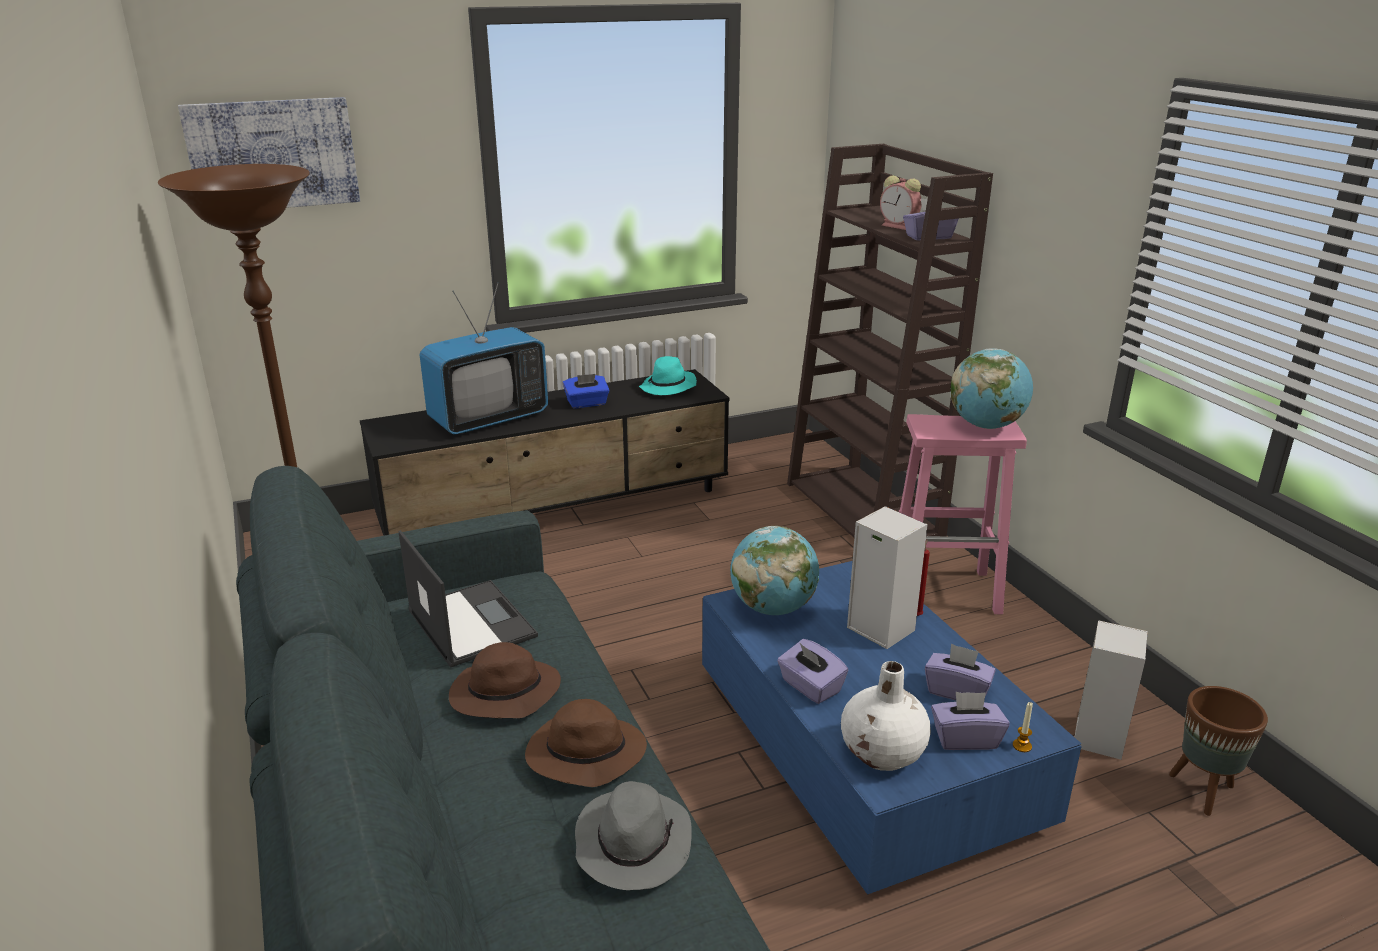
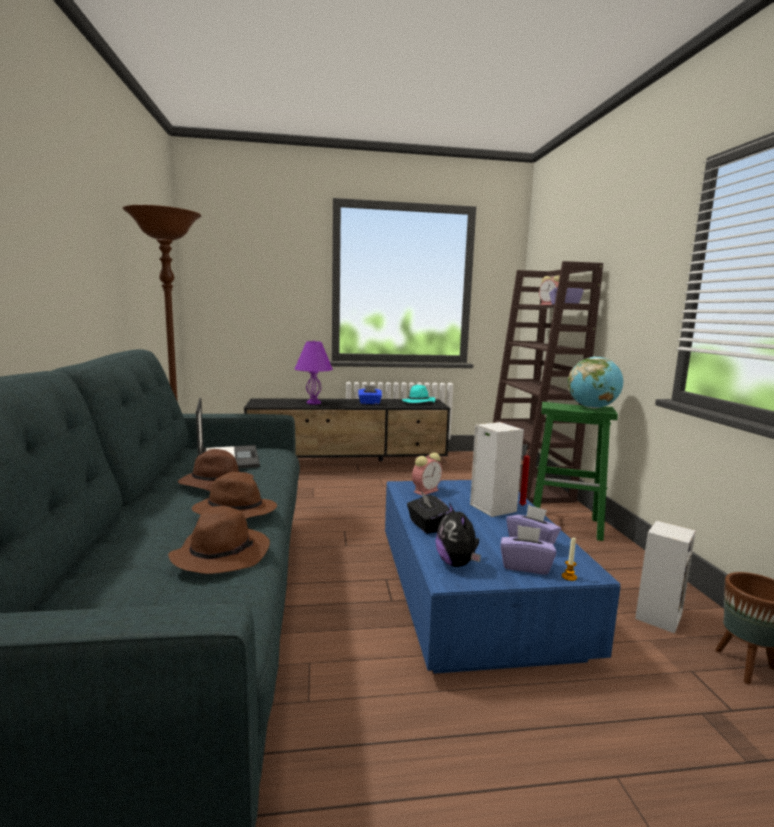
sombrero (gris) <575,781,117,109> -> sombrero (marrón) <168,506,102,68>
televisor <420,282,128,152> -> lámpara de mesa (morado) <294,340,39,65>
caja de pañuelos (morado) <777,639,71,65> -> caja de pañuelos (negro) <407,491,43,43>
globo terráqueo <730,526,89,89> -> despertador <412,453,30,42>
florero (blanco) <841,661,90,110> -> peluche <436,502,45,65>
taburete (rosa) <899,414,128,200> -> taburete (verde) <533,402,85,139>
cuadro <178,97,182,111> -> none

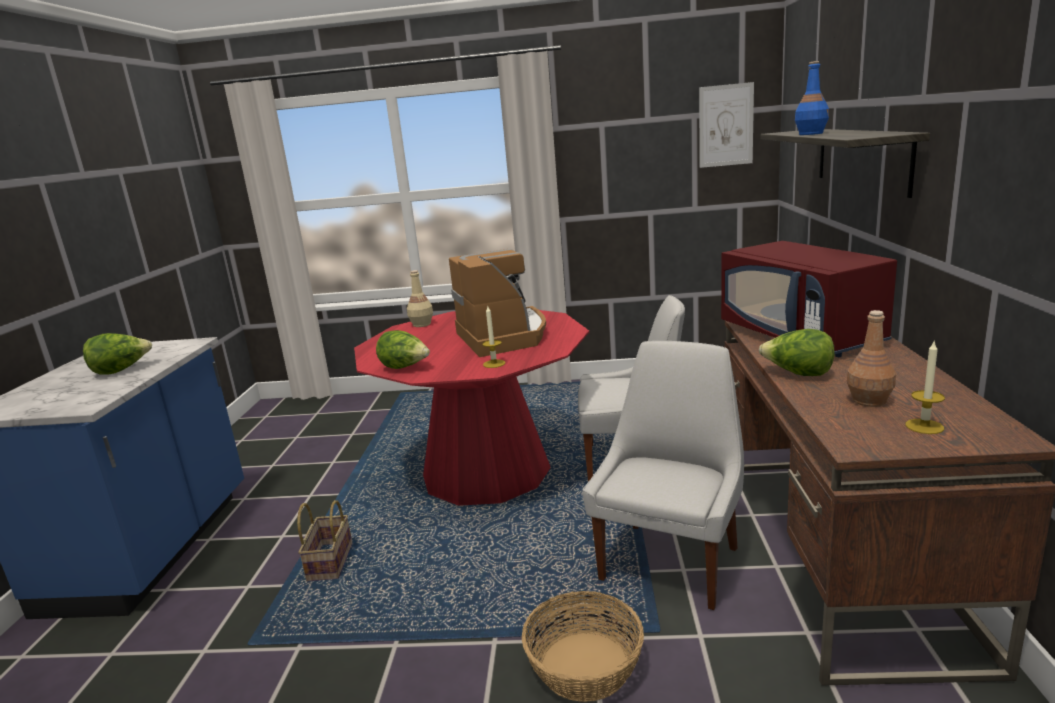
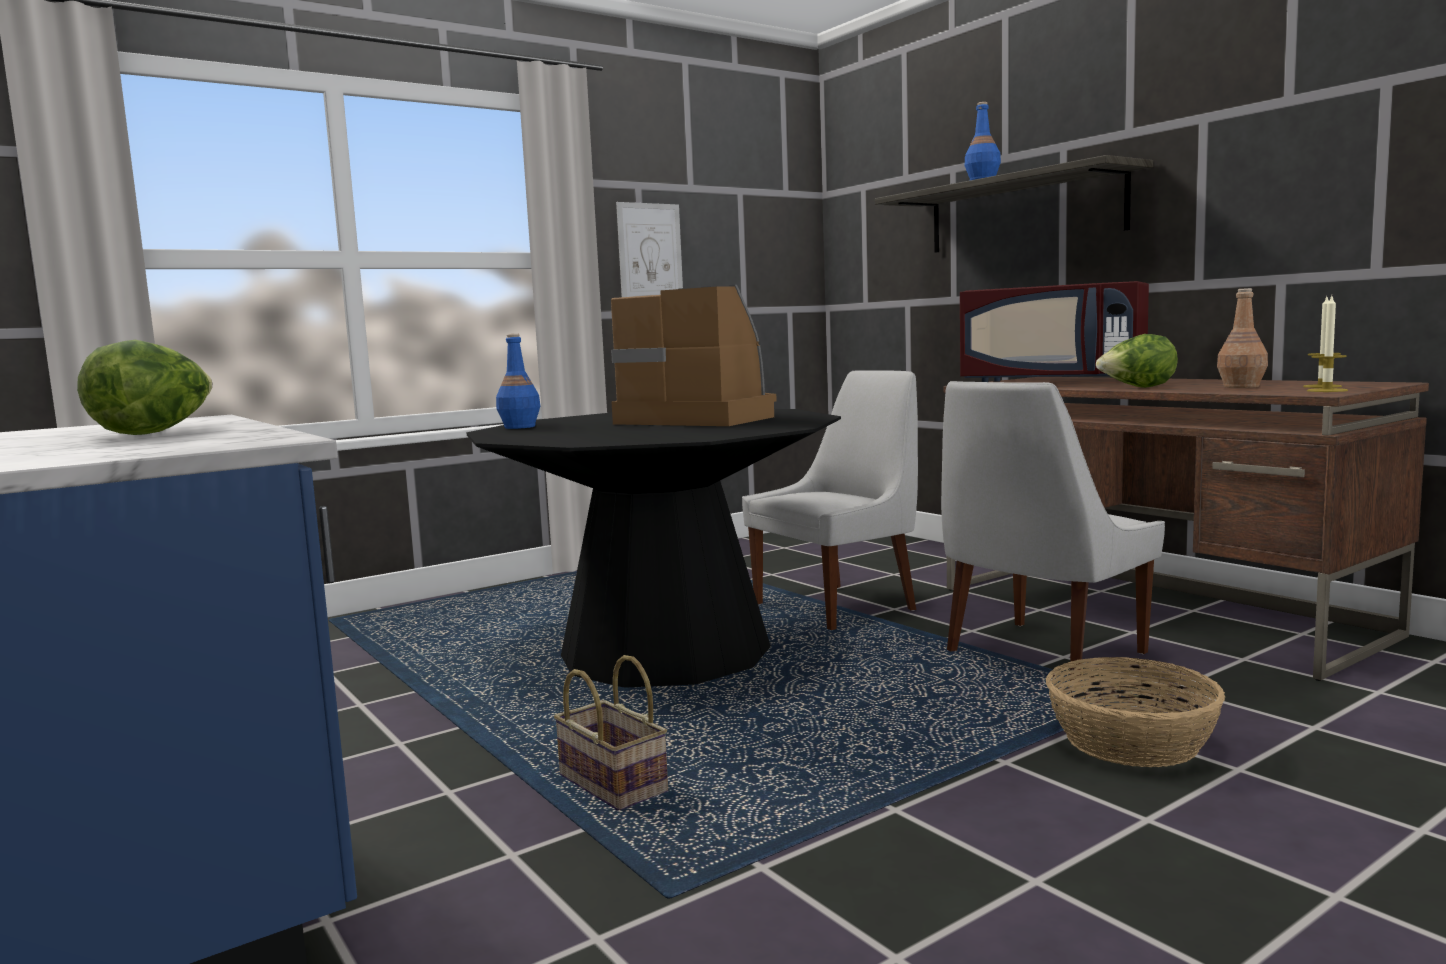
mesa de comedor (rojo) <354,310,235,196> -> mesa de comedor (negro) <466,409,375,279>
botella (beis) <407,270,26,57> -> botella (azul) <496,334,44,95>
cuadro <699,82,55,86> -> cuadro <616,202,67,95>, relocated
silla (blanco) <582,341,162,269> -> silla (blanco) <941,381,224,300>, 120 degrees counterclockwise
vela <482,306,23,62> -> vela <1307,296,41,96>, relocated
lechuga <376,330,54,39> -> none

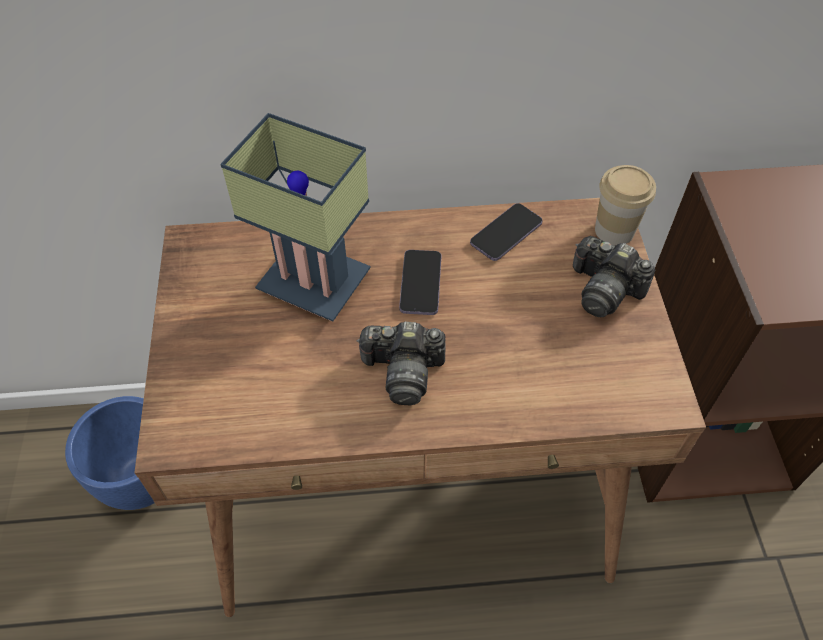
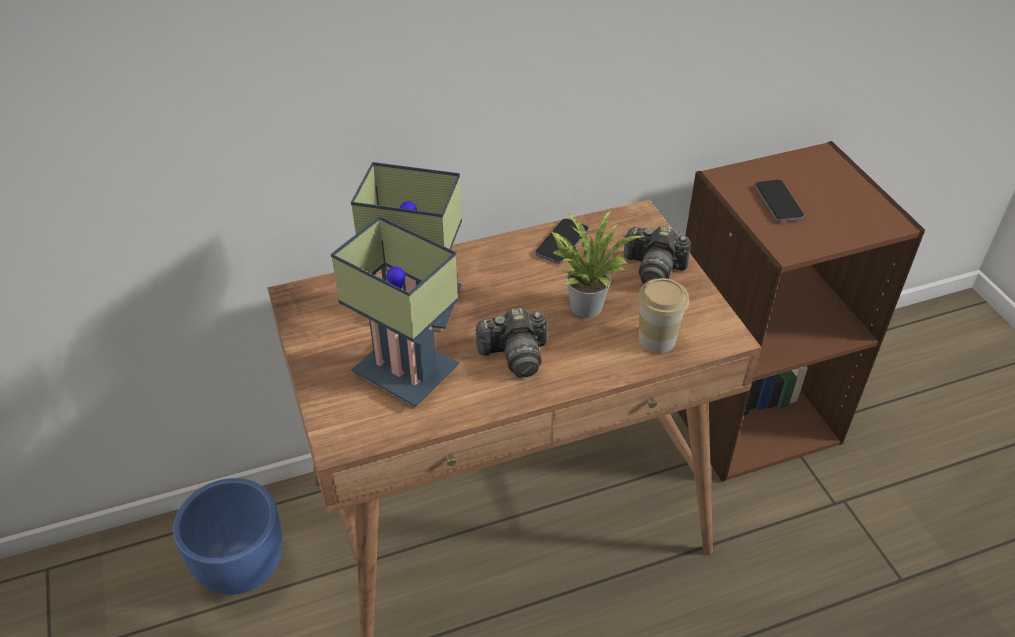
none -> lámpara de mesa <331,216,128,191>
none -> planta en maceta <552,210,92,108>
taza <595,165,61,81> -> taza <638,278,51,75>, relocated
móvil <399,250,42,65> -> móvil <755,180,49,42>, relocated

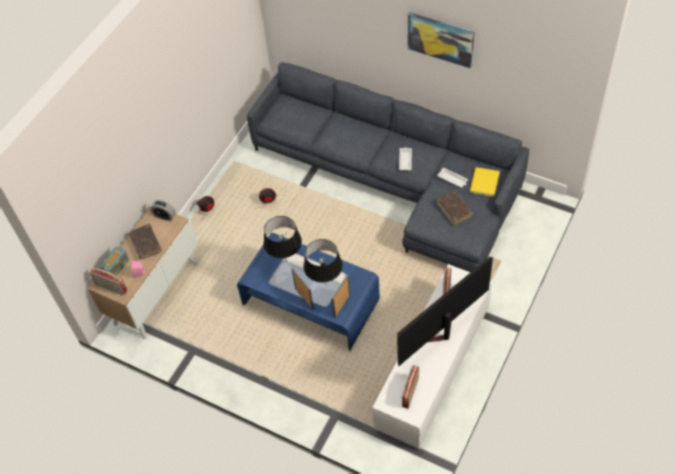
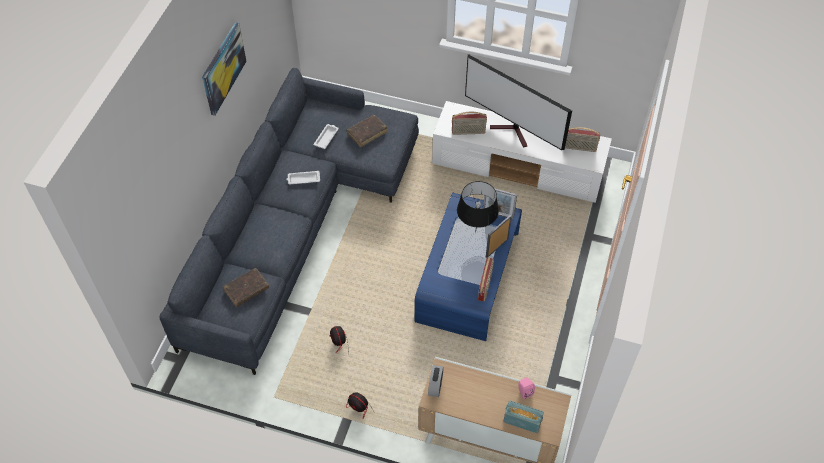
libro (marrón) <129,224,33,35> -> libro (marrón) <223,268,46,39>, relocated
radio <90,268,37,27> -> radio <478,257,16,45>, relocated
lámpara de mesa (negro) <264,216,38,43> -> none
libro (amarillo) <470,167,30,30> -> none

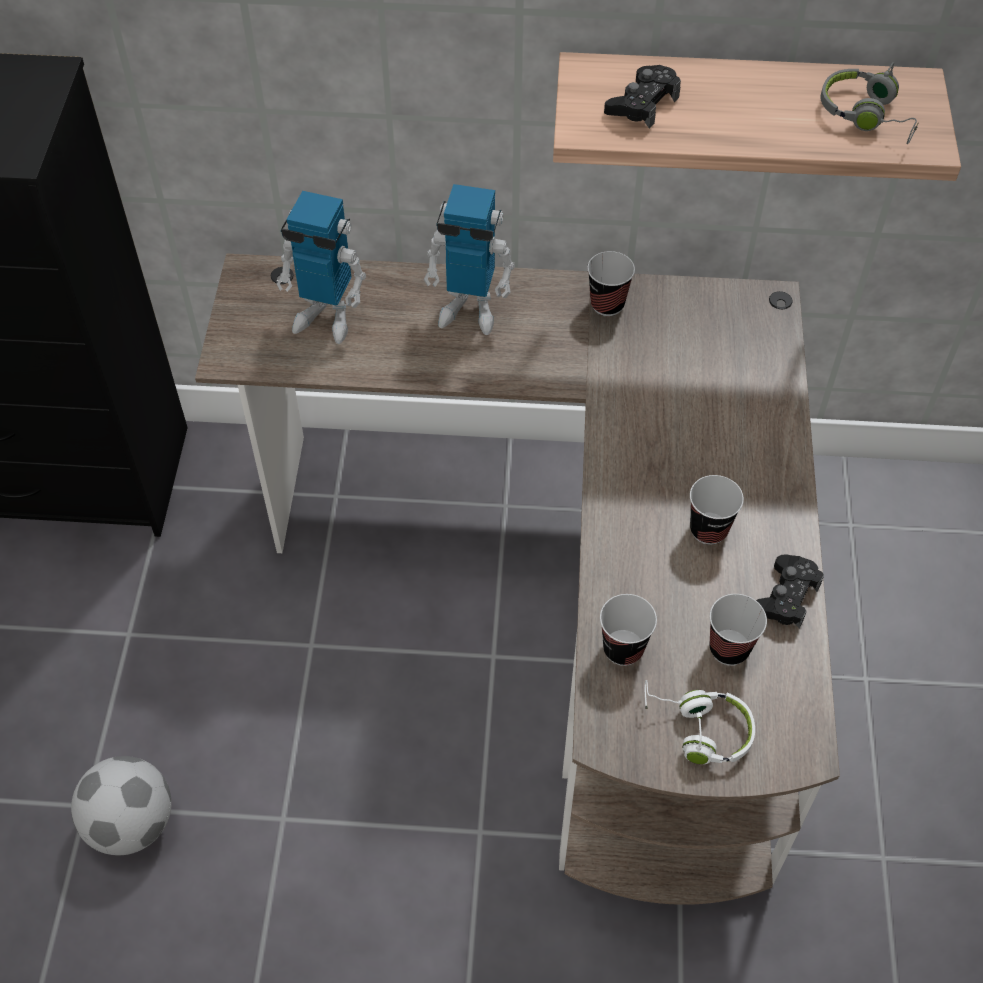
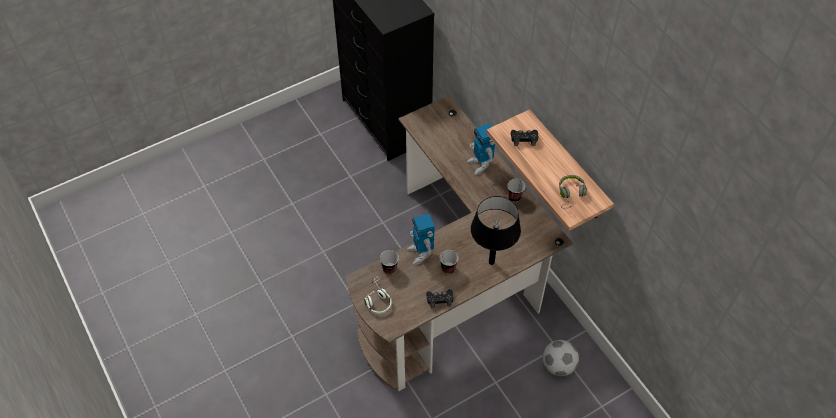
robot de juguete <277,191,89,153> -> robot de juguete <407,214,28,51>, relocated
none -> lámpara de mesa (negro) <471,196,50,69>
balón de fútbol <71,756,100,99> -> balón de fútbol <543,340,36,36>, relocated
taza <710,594,57,71> -> none

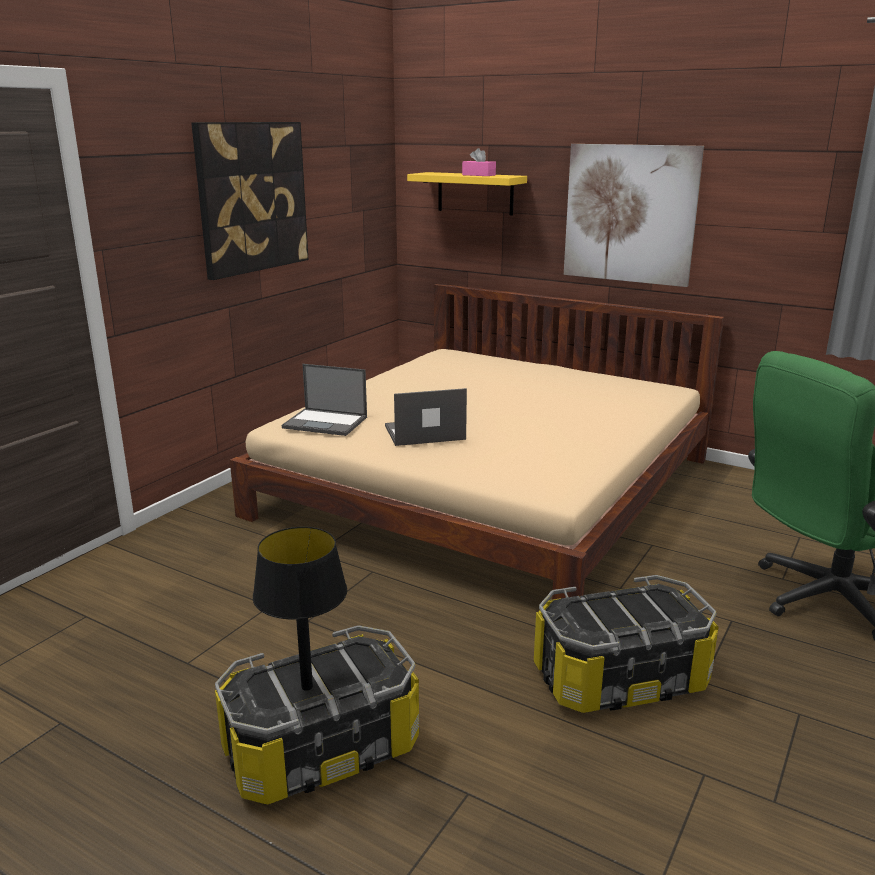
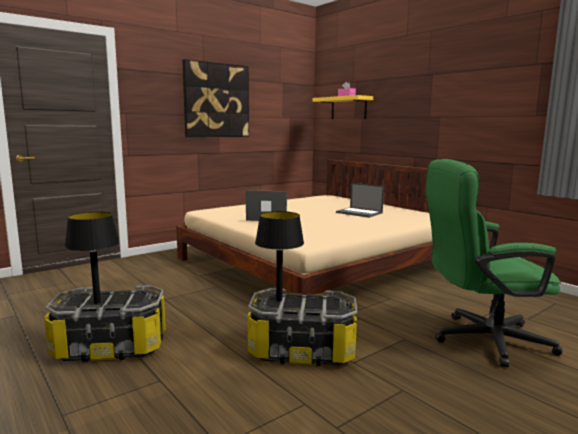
none -> lámpara de mesa (negro) <255,211,49,90>
portátil <282,364,85,72> -> portátil <336,183,48,35>, relocated
cuadro <564,144,140,143> -> none

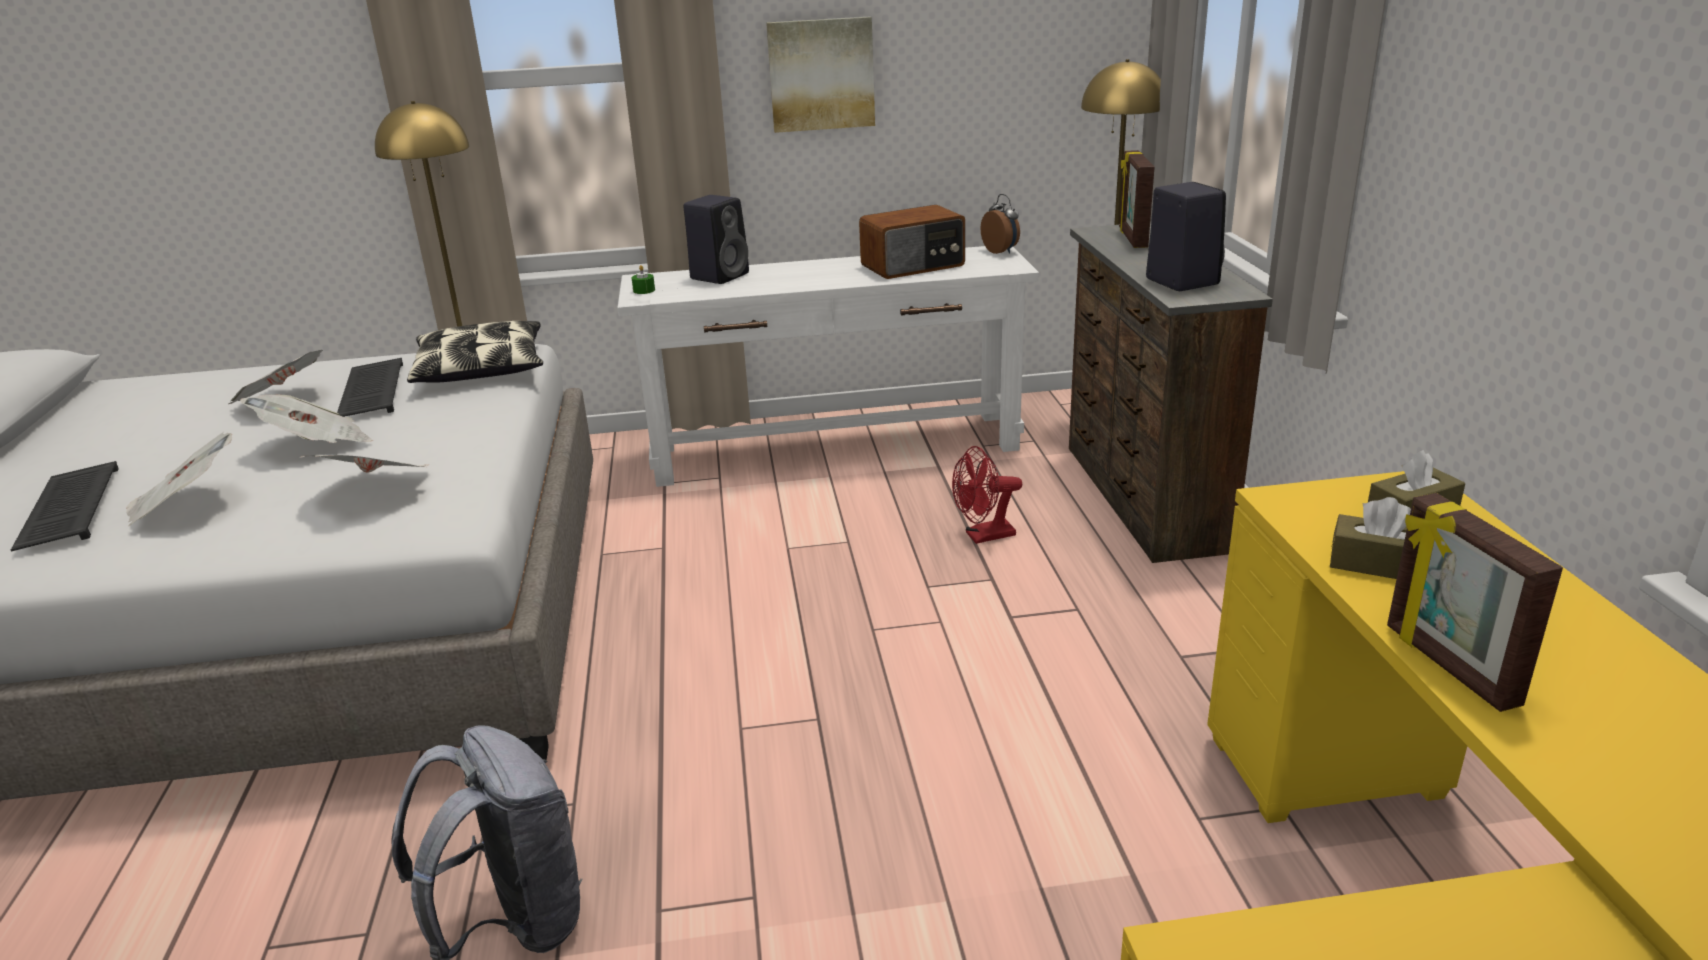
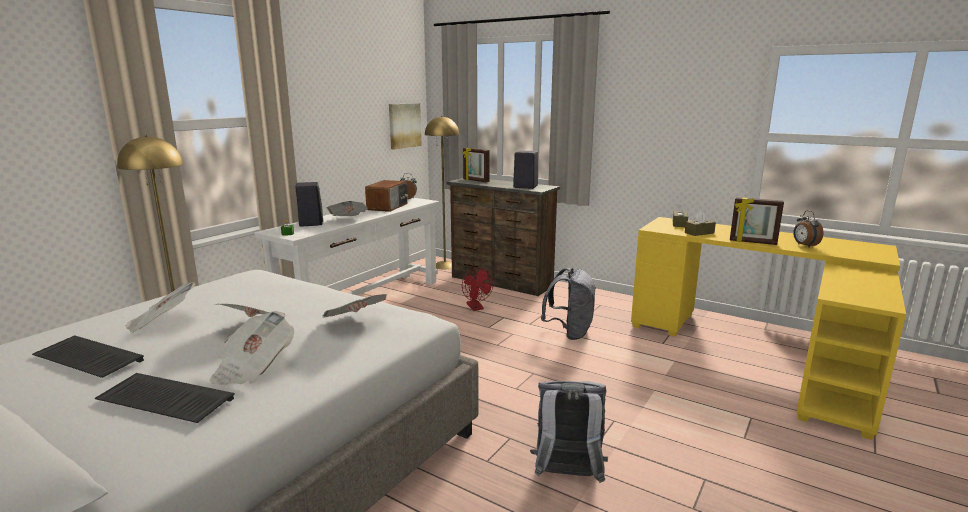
teclado <337,358,66,59> -> teclado <32,335,112,43>, relocated
none -> periódico <326,201,42,15>
cuadro <766,16,109,117> -> cuadro <389,103,33,46>, relocated
ventilador (rojo) <952,446,70,98> -> ventilador (rojo) <462,268,31,43>, 45 degrees counterclockwise
none -> mochila (gris) <541,268,55,72>
none -> despertador <793,210,31,38>
cojín <407,321,136,62> -> none

